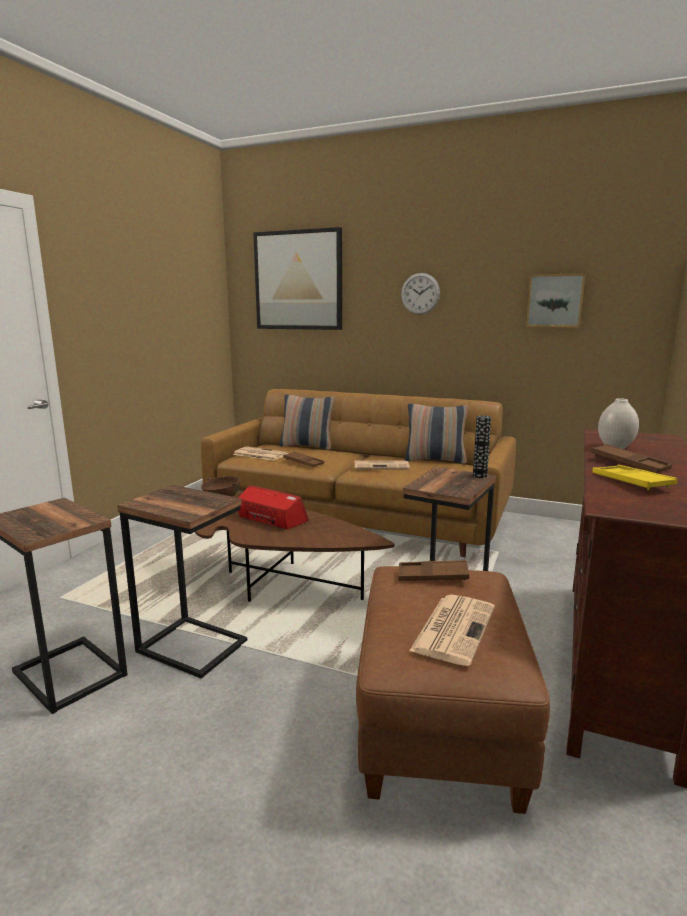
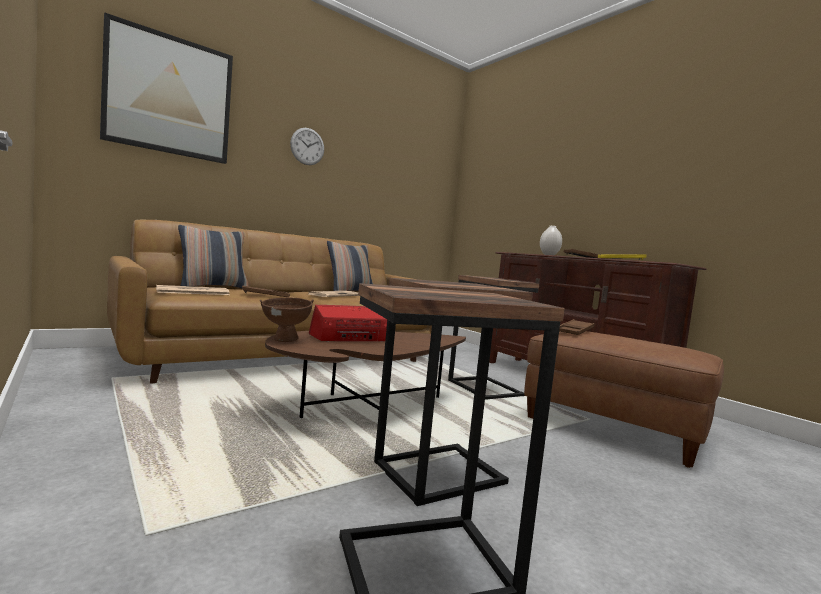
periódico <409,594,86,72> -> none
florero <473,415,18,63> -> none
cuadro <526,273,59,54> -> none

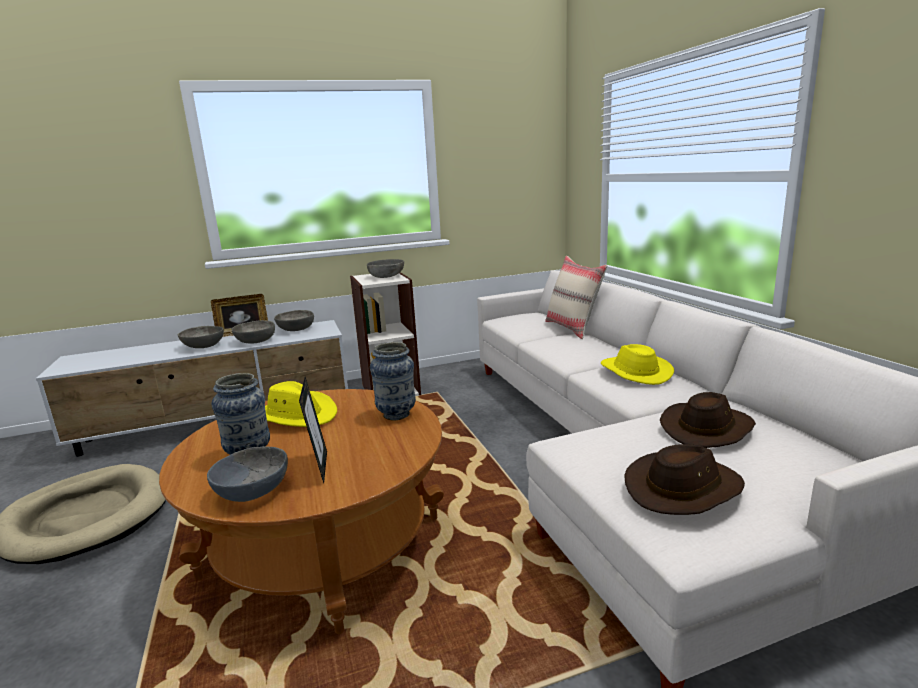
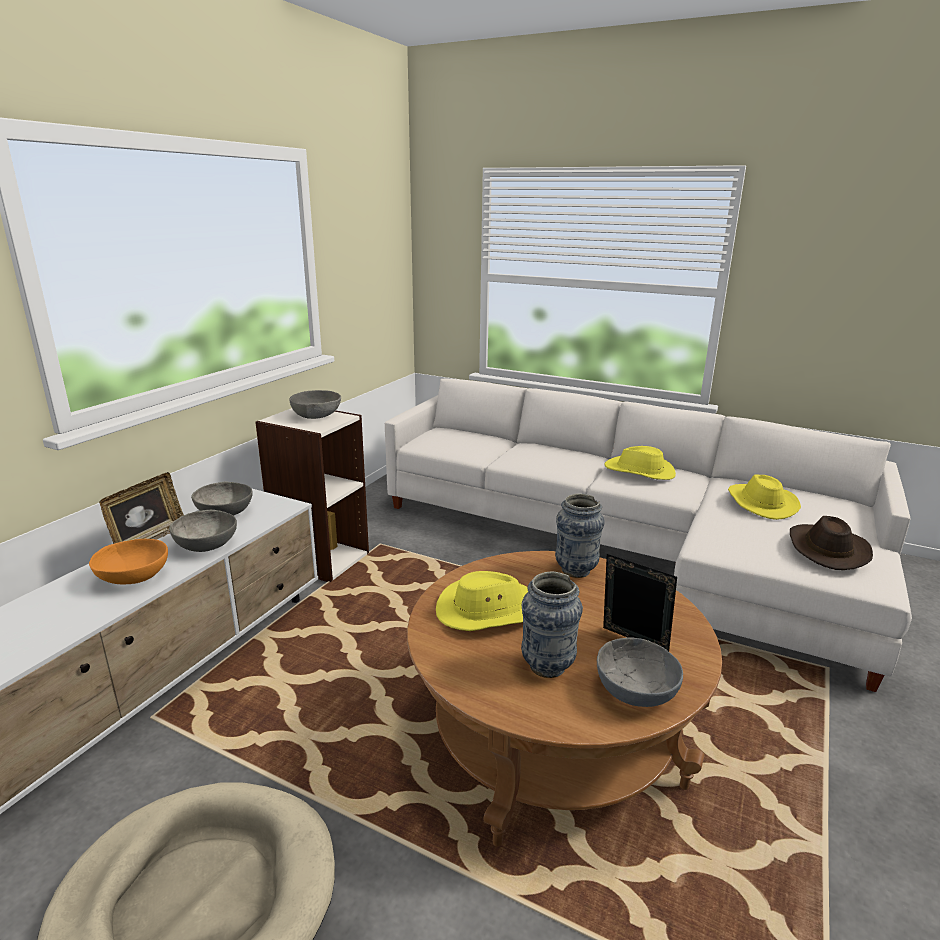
cuenco (gris) <178,326,46,22> -> cuenco (naranja) <89,539,79,45>
sombrero (marrón) <660,392,96,56> -> sombrero (amarillo) <728,475,73,45>
cojín (beis) <545,256,62,83> -> none

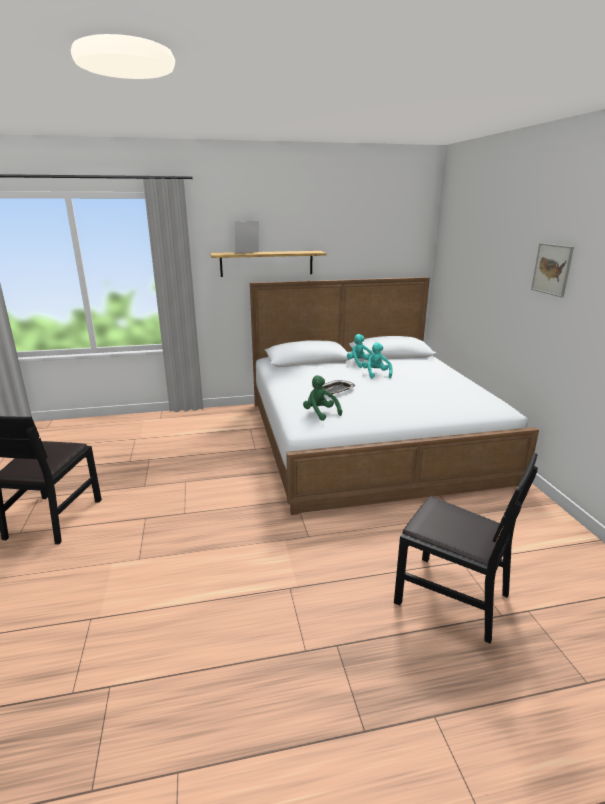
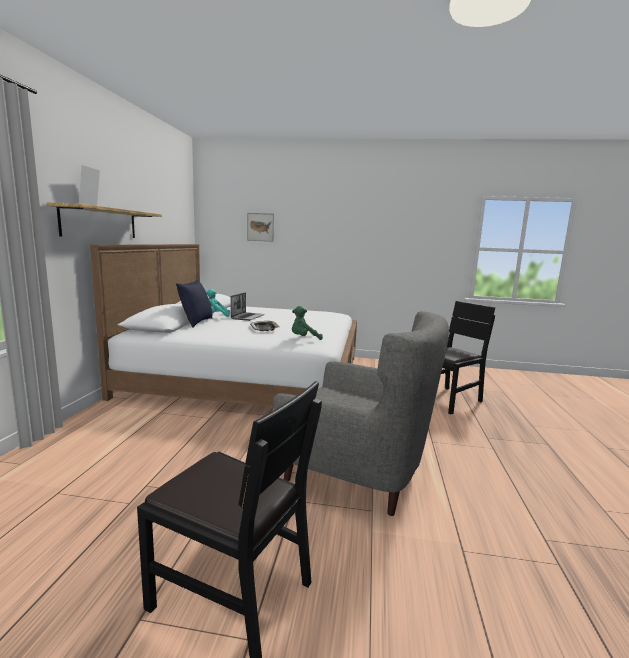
none -> cojín (azul) <176,280,36,48>
peluche (turquesa) <362,342,31,36> -> portátil <230,292,35,29>
cuadro <531,243,43,54> -> cuadro <247,213,27,29>, relocated
none -> sillón (gris) <273,311,176,205>

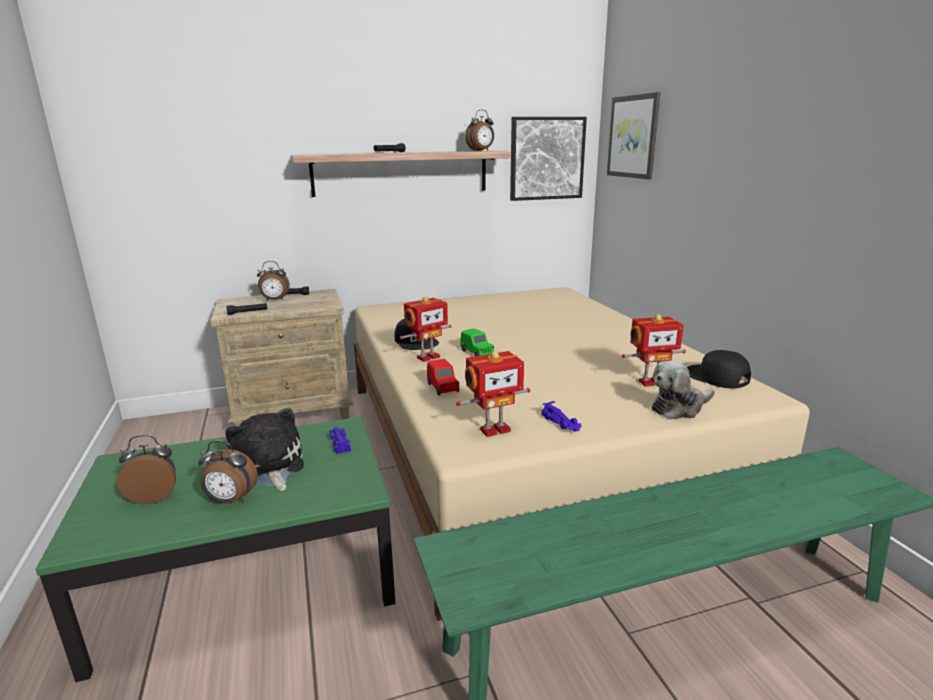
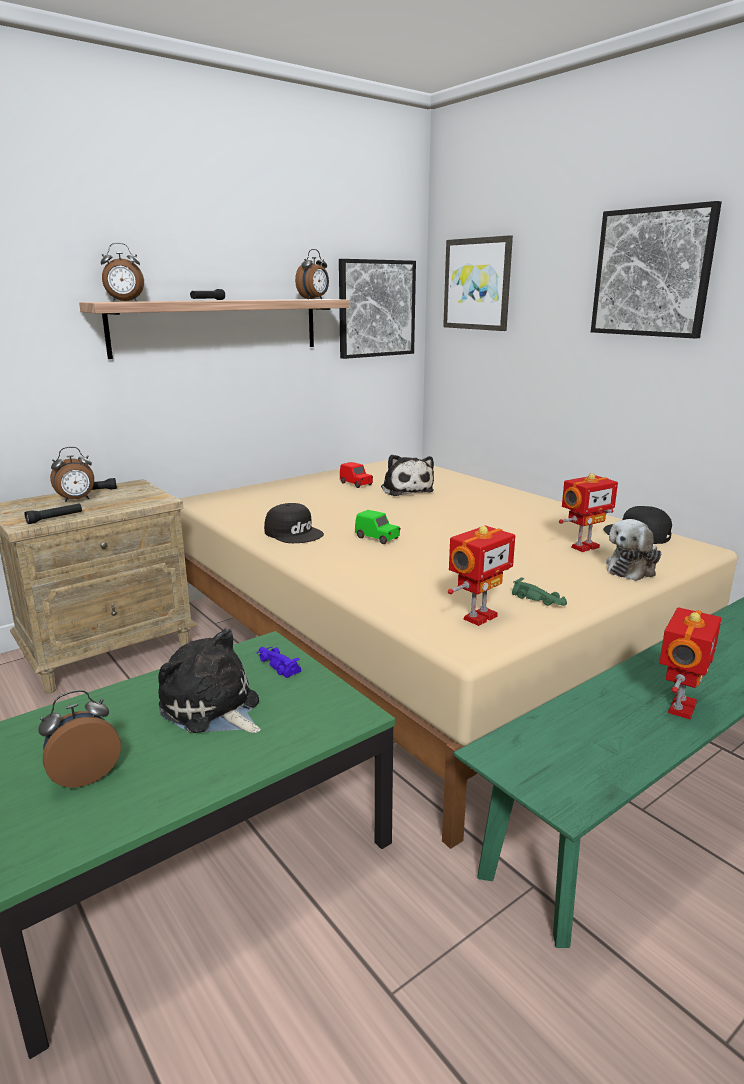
despertador <198,441,60,62> -> despertador <101,243,43,58>, relocated
coche de juguete (rojo) <427,359,32,37> -> coche de juguete (rojo) <340,462,33,26>, relocated
none -> peluche <381,455,53,41>
coche de juguete (morado) <541,401,41,31> -> coche de juguete (verde) <512,577,55,29>
none -> cuadro <591,201,131,137>
robot de juguete <400,296,51,66> -> robot de juguete <659,607,63,112>, relocated

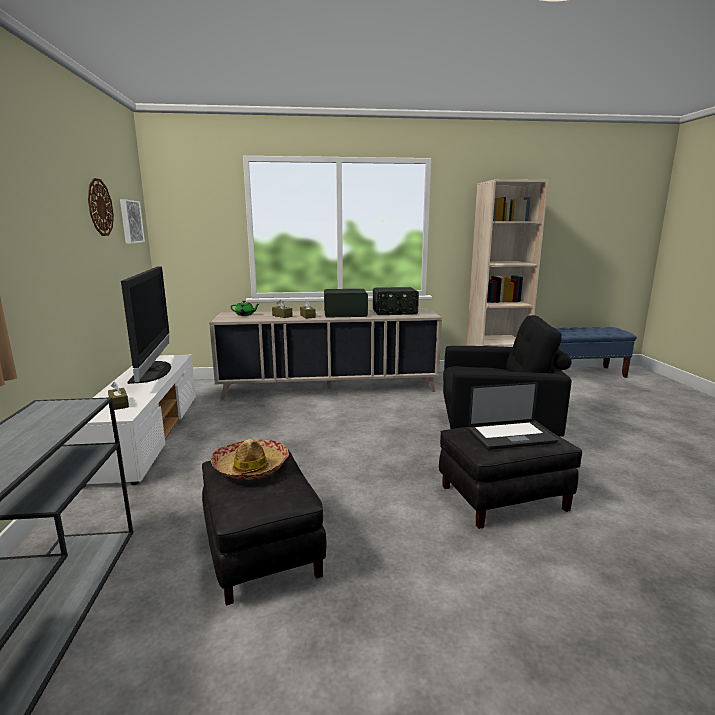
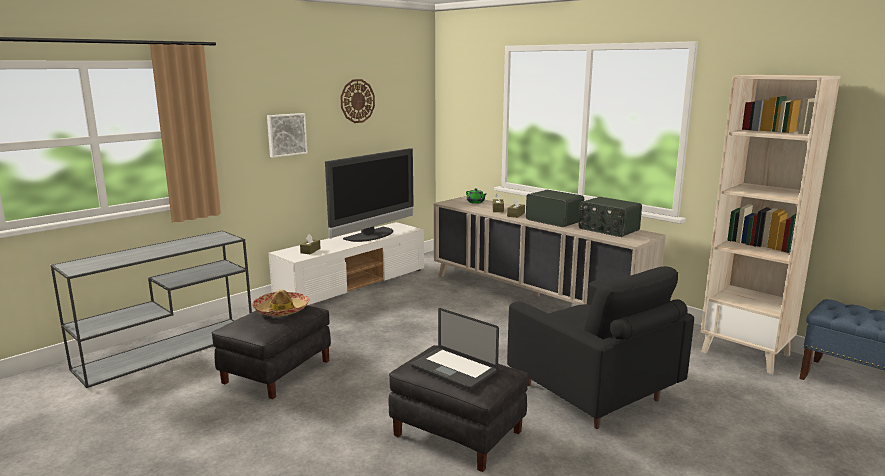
cuadro <120,199,25,45> -> cuadro <267,113,41,45>, relocated

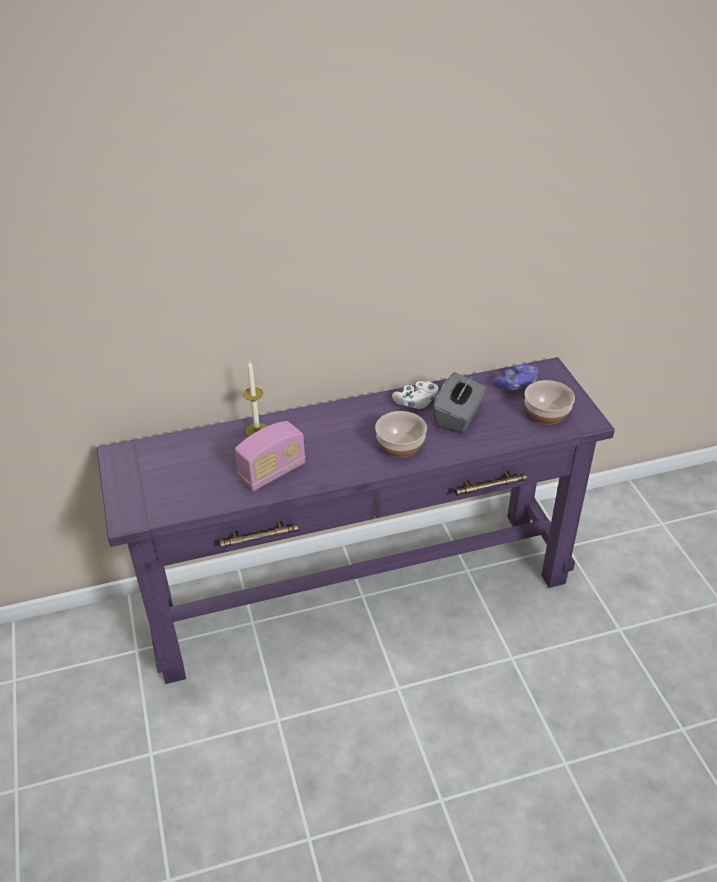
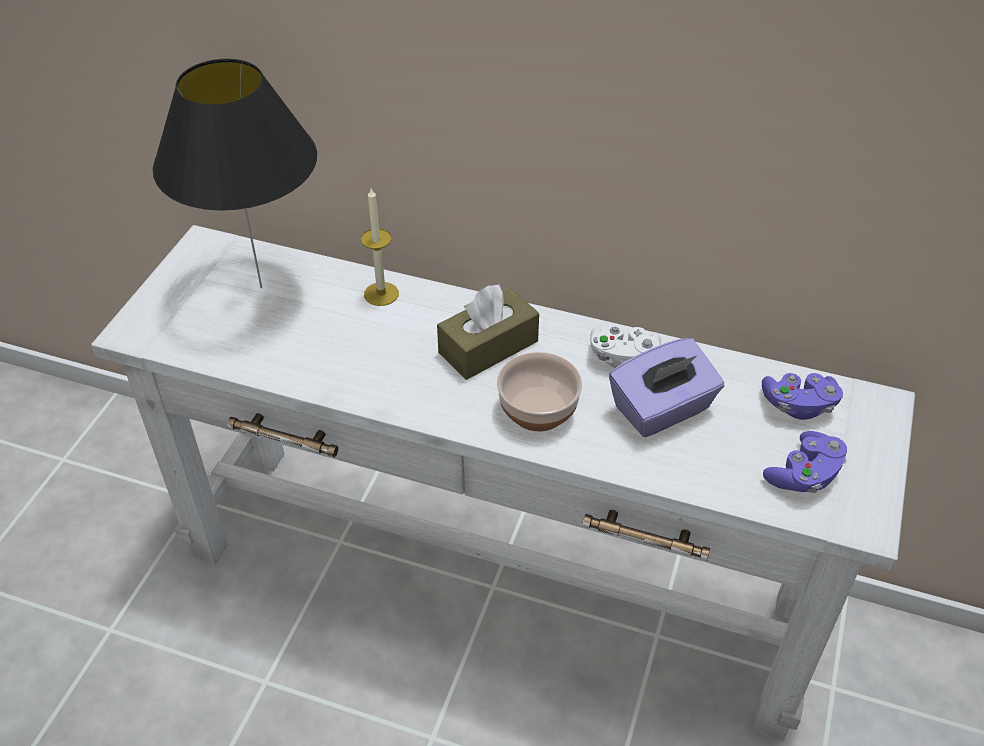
mesa consola (morado) <97,357,518,327> -> mesa consola (blanco) <91,225,824,516>
none -> lámpara de mesa (negro) <153,59,164,229>
none -> caja de pañuelos (marrón) <437,284,102,96>
caja de pañuelos (gris) <433,372,53,61> -> caja de pañuelos (morado) <609,338,115,99>
cuenco <524,380,51,45> -> mando de consola (morado) <763,431,84,62>
radio <235,421,71,70> -> none

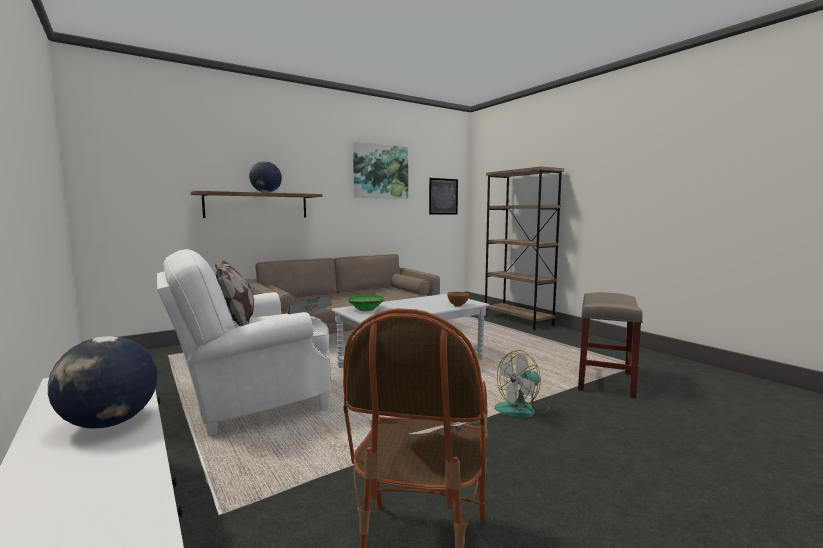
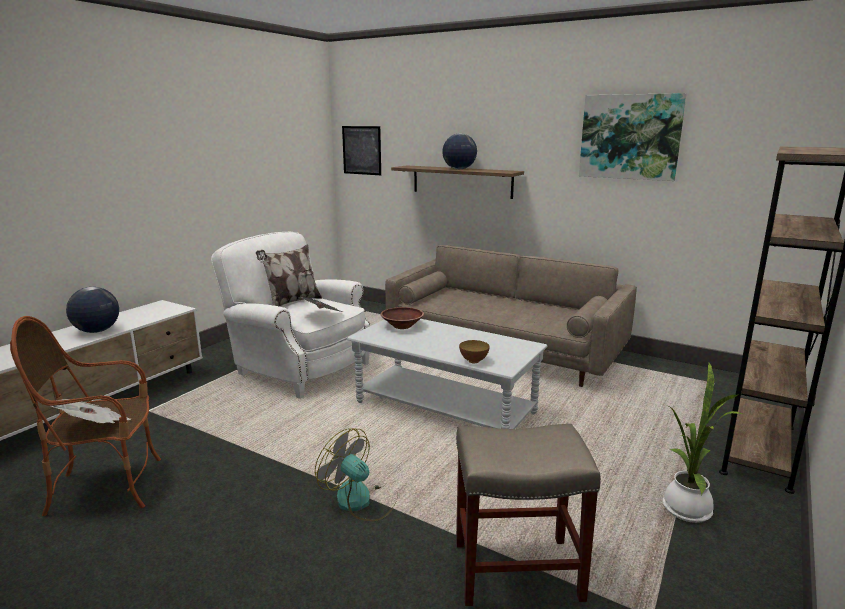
cuadro <429,178,29,36> -> cuadro <342,126,39,49>, relocated
cuenco (verde) <347,295,38,16> -> cuenco (marrón) <380,307,44,22>
none -> planta en maceta <663,363,80,160>

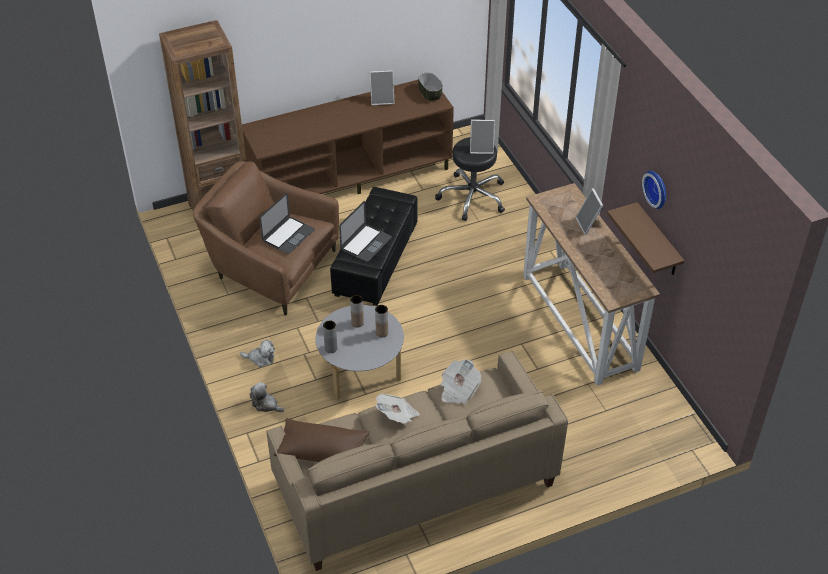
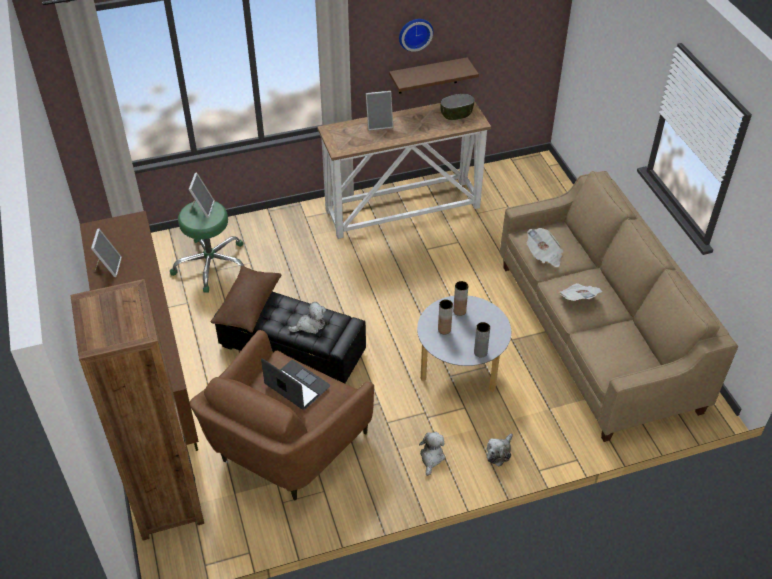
taburete (negro) <435,137,70,84> -> taburete (verde) <170,201,74,92>
cojín (marrón) <274,418,96,44> -> cojín (marrón) <211,266,70,67>, relocated
portátil <339,201,53,61> -> peluche <288,302,38,32>
cuenco <418,73,24,28> -> cuenco <440,94,35,26>, relocated

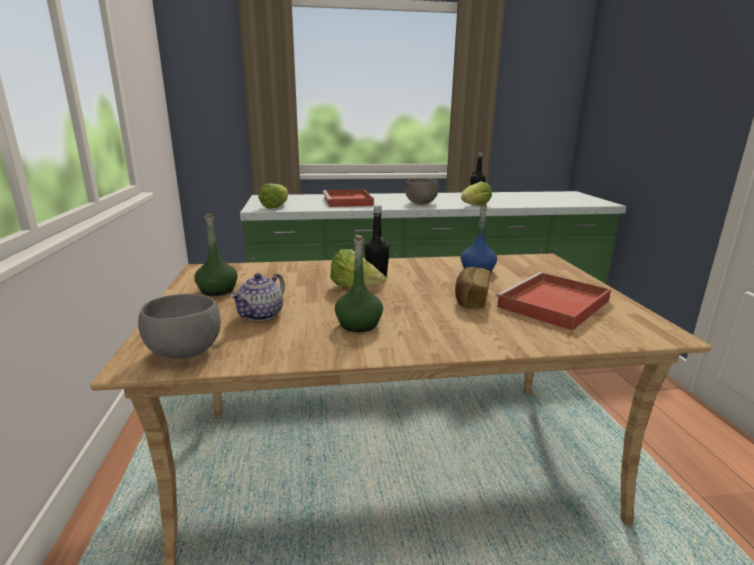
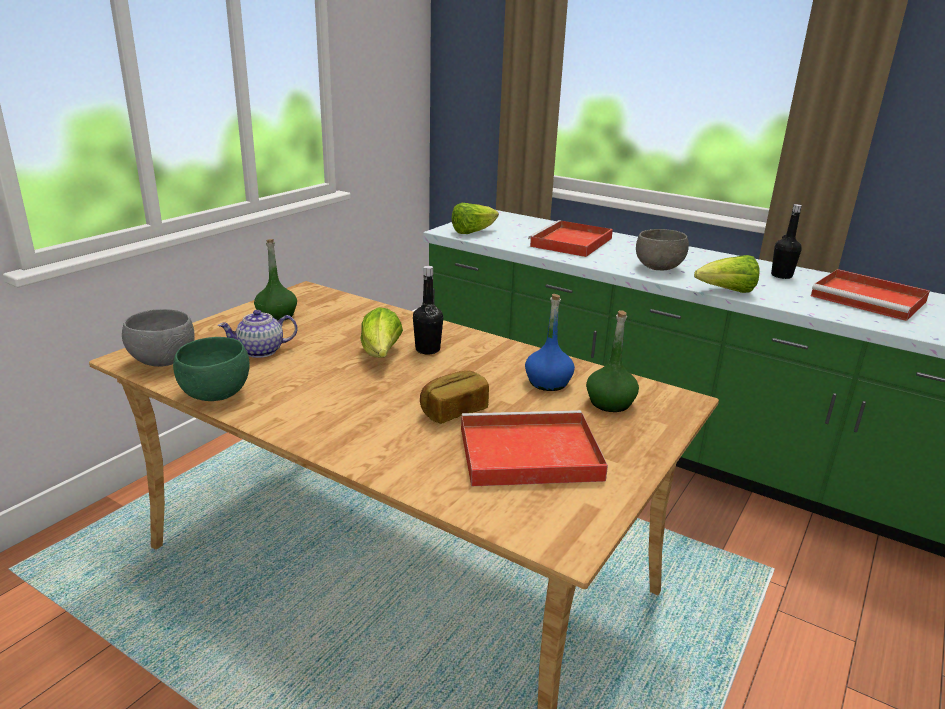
none -> cuenco (verde) <173,337,77,64>
botella (verde) <335,235,48,97> -> botella (verde) <586,310,53,102>, relocated
none -> bandeja (rojo) <811,269,119,52>

